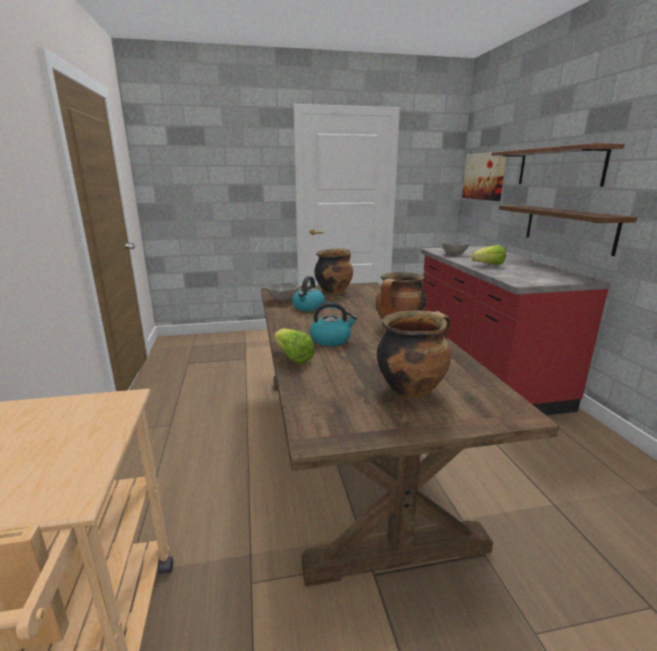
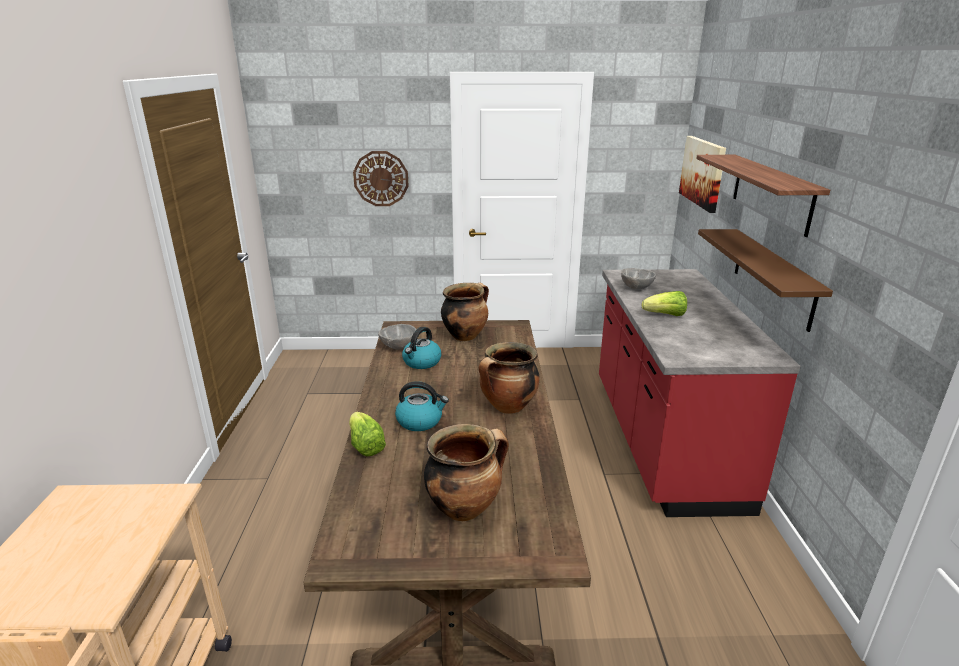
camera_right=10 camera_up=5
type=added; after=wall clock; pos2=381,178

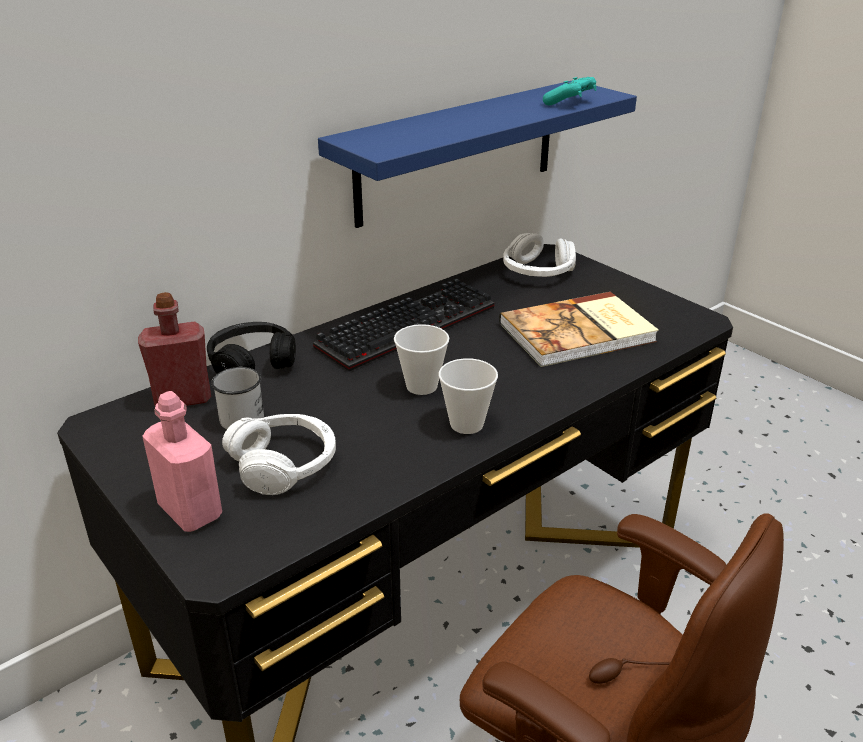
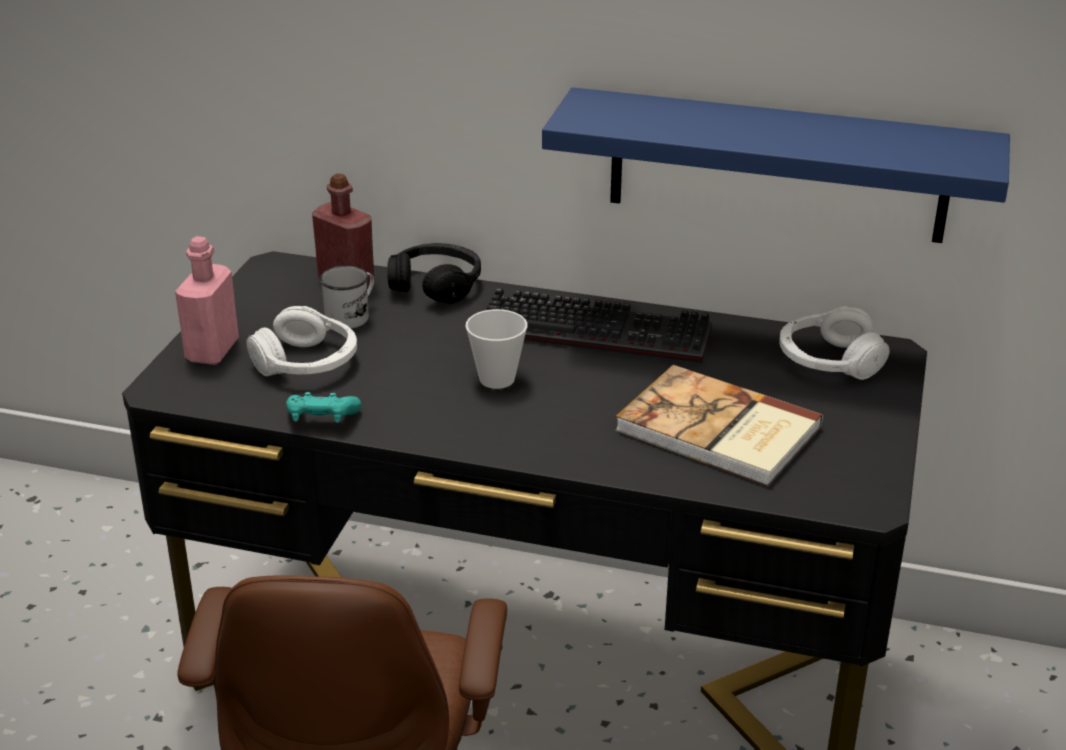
camera_right=55 camera_up=0
type=removed; before=cup; pos1=468,396
type=moved; before=game controller in turquoise; pos1=569,91; pos2=323,407

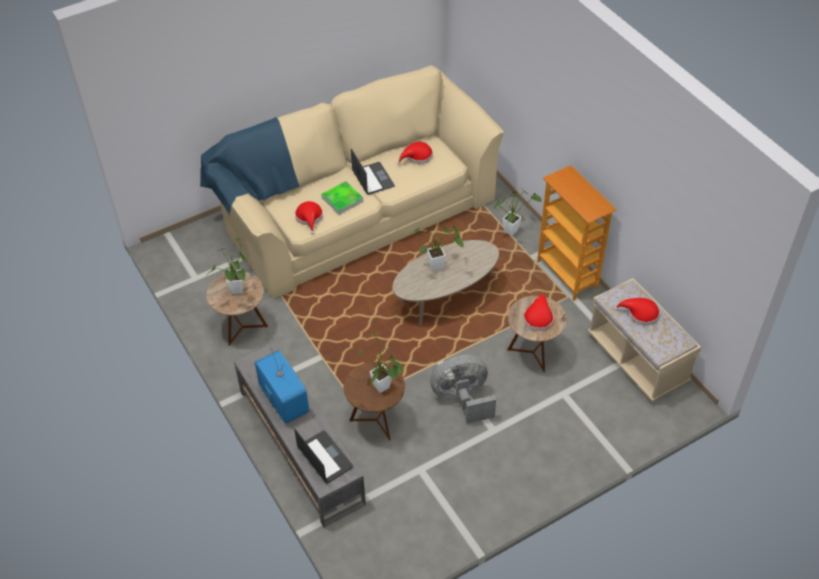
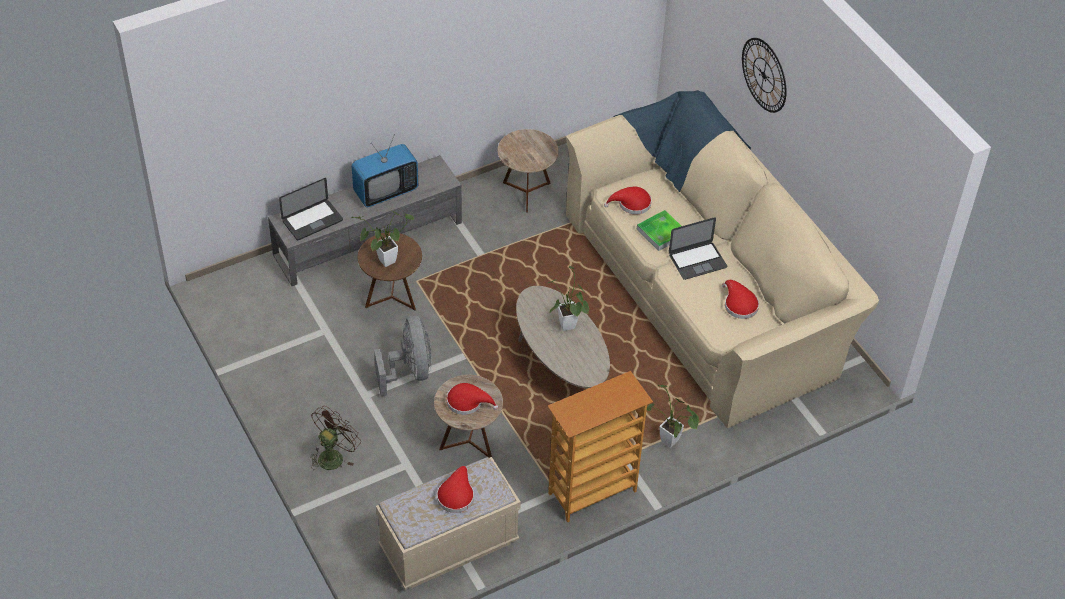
camera_right=90 camera_up=0
type=removed; before=potted plant; pos1=227,265
type=added; after=fan in brown; pos2=335,438
type=added; after=wall clock; pos2=764,75

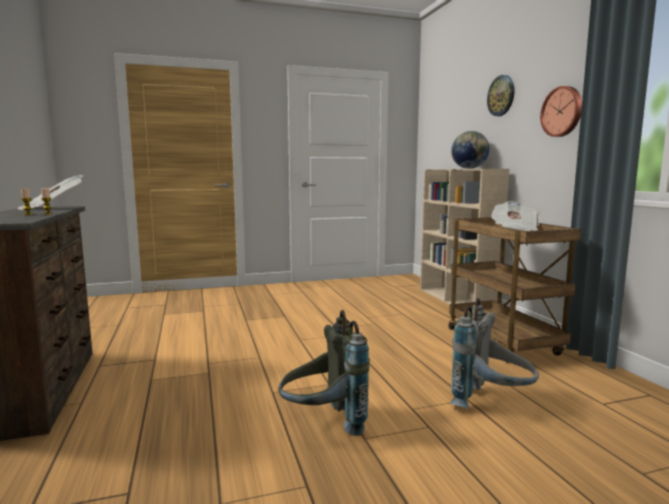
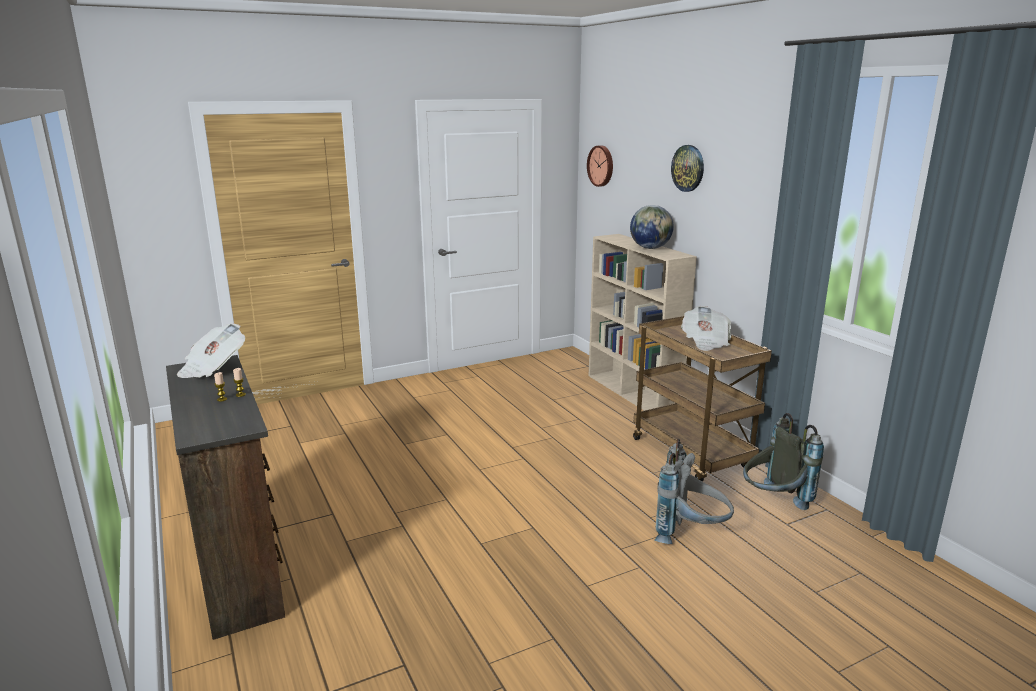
camera_right=-10 camera_up=10
type=moved; before=backpack in grey; pos1=324,373; pos2=783,461
type=moved; before=wall clock; pos1=561,111; pos2=600,166

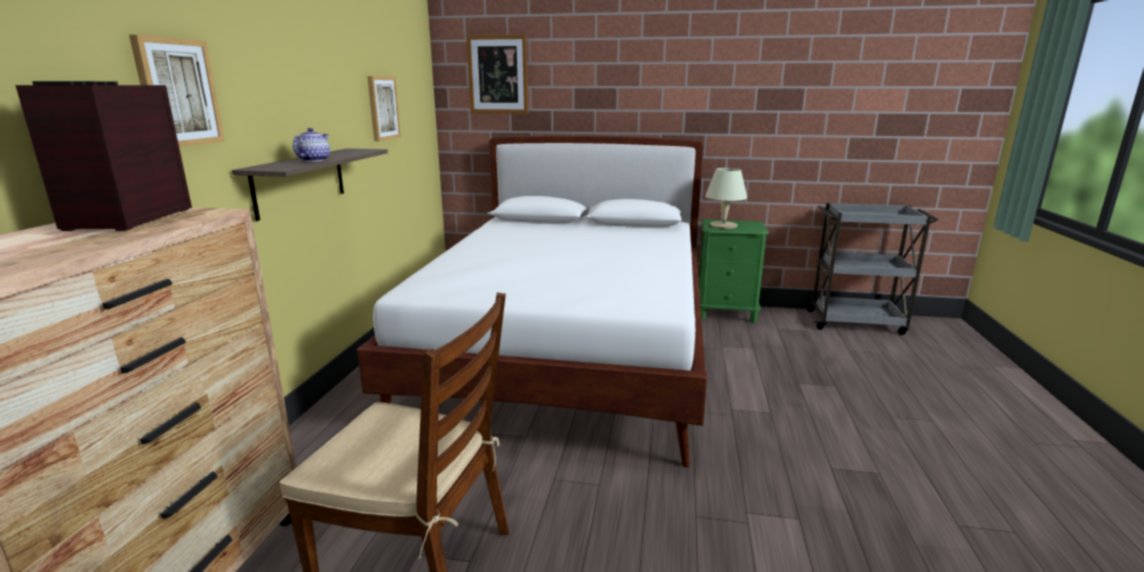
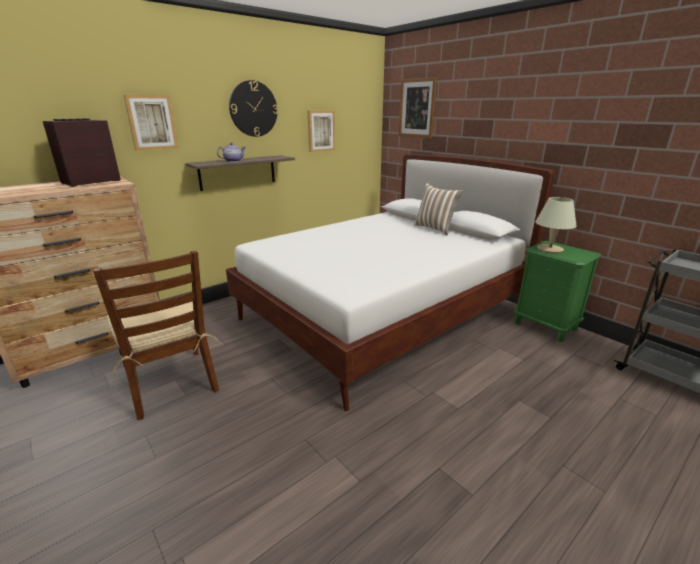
camera_right=40 camera_up=5
type=added; after=wall clock; pos2=253,108
type=added; after=pillow; pos2=438,209

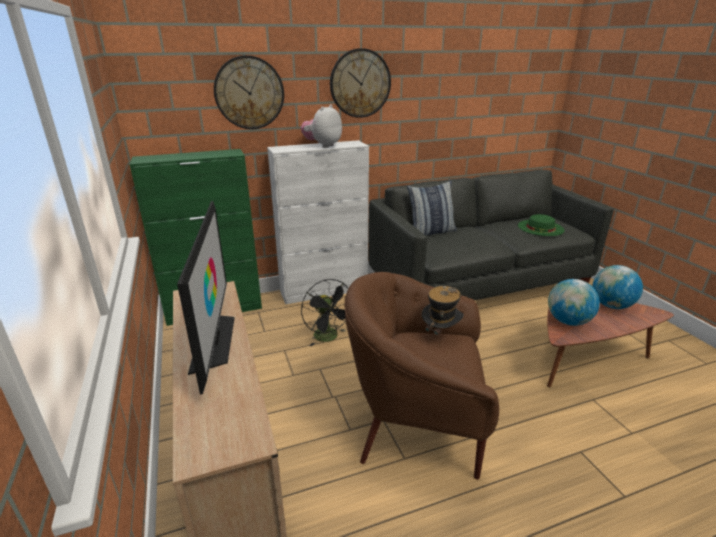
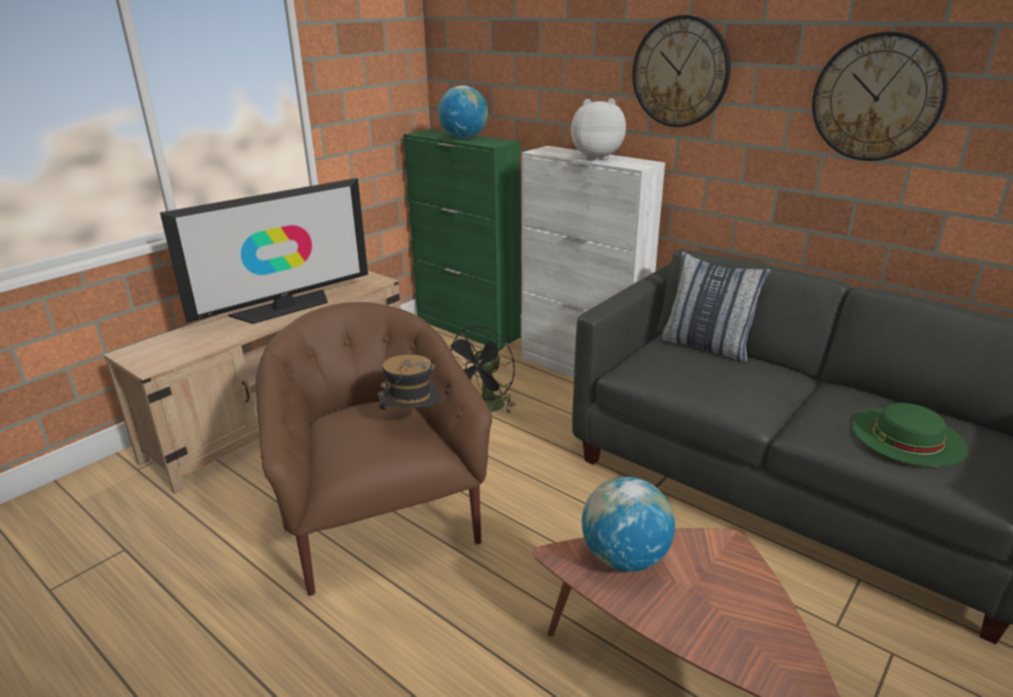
camera_right=60 camera_up=0
type=moved; before=wall clock; pos1=249,92; pos2=880,96
type=moved; before=globe; pos1=617,287; pos2=463,112

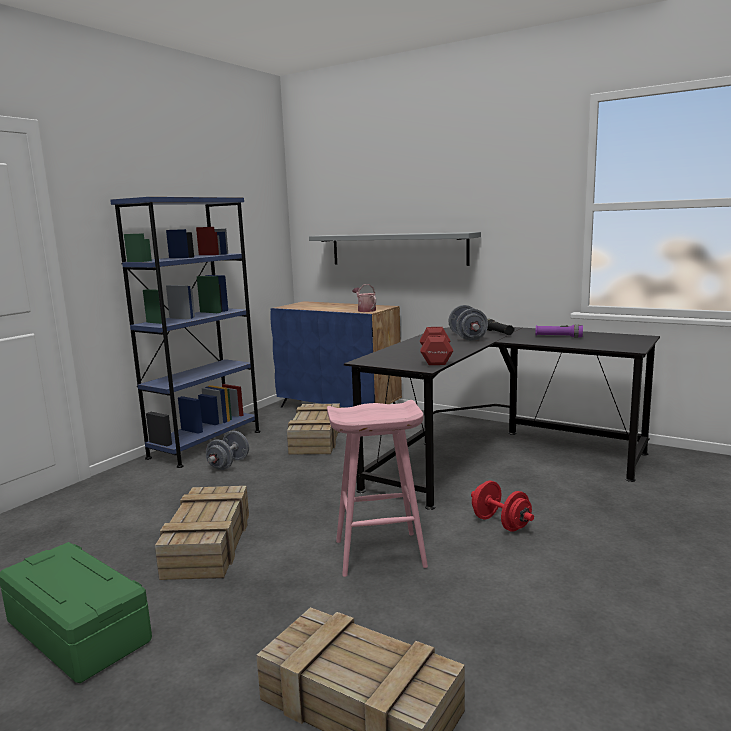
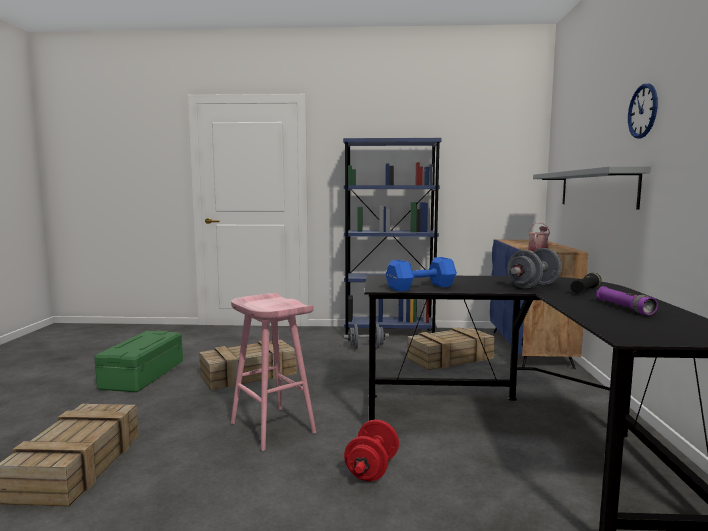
camera_right=60 camera_up=-5
type=added; after=wall clock; pos2=643,111
type=recoloured; before=dumbbell in red; after=dumbbell in blue; pos1=436,346; pos2=421,274

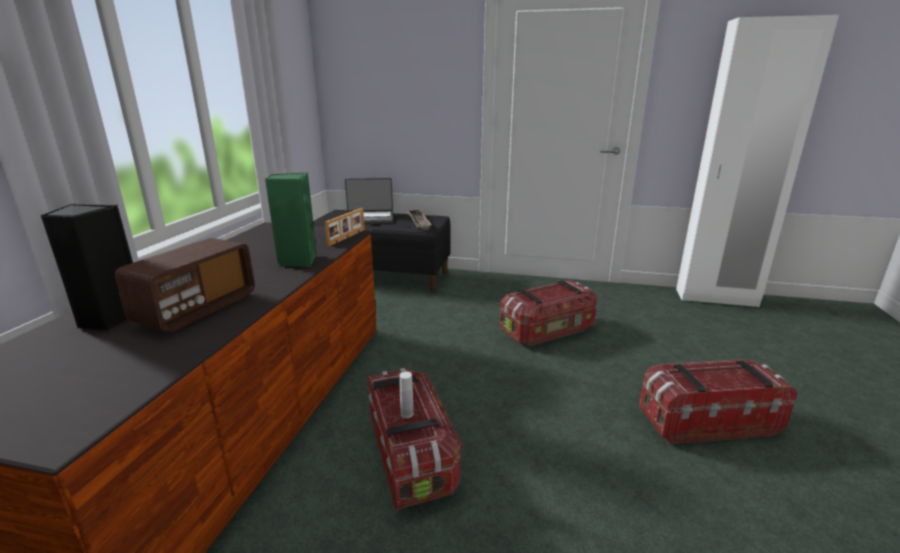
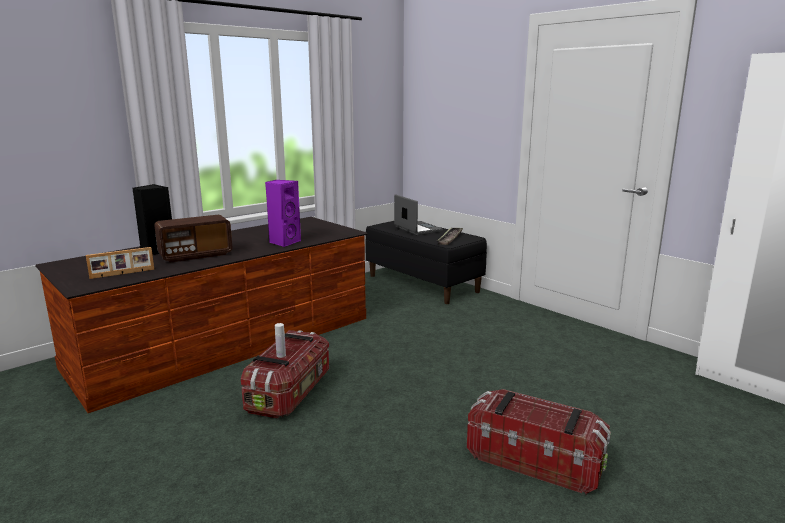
camera_right=35 camera_up=-5
type=removed; before=storage box; pos1=549,313
type=moved; before=picture frame; pos1=345,227; pos2=120,263
type=recoloured; before=speaker in green; after=speaker in purple; pos1=291,220; pos2=283,213
type=turned; before=laptop; pos1=369,201; pos2=418,215; turn=-150

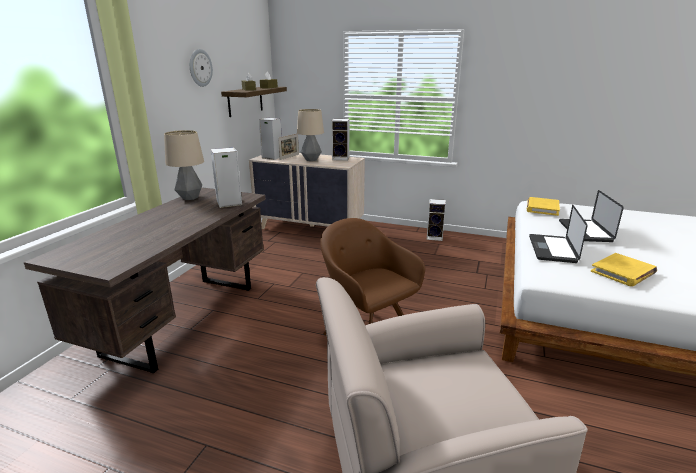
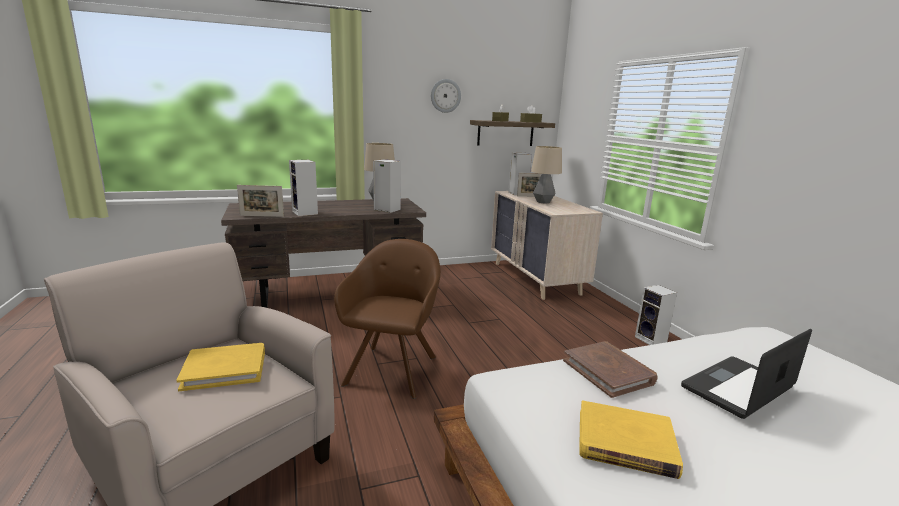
camera_right=50 camera_up=-5
type=added; after=picture frame; pos2=260,201
type=moved; before=speaker; pos1=340,140; pos2=303,188
type=moved; before=book in yellow; pos1=543,206; pos2=220,367
type=replaced; before=laptop; after=book in brown; pos1=558,234; pos2=610,369

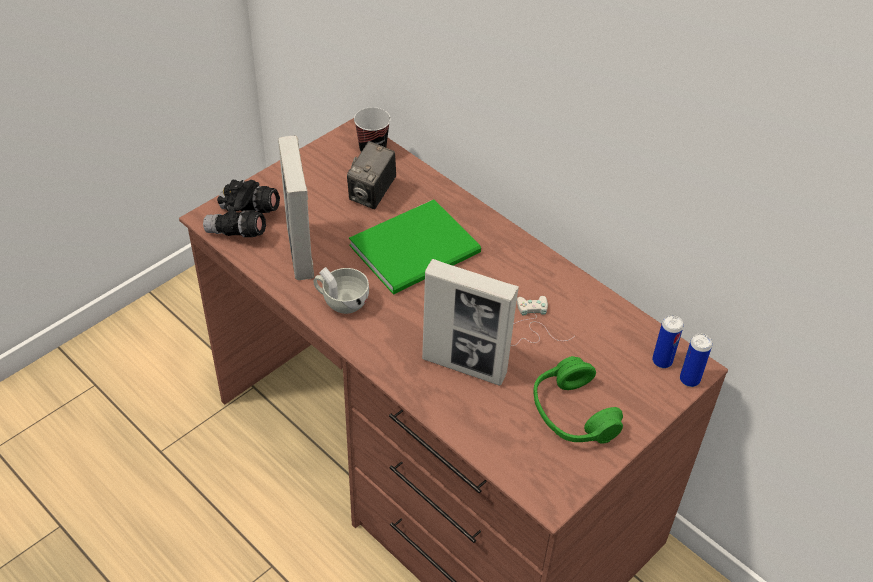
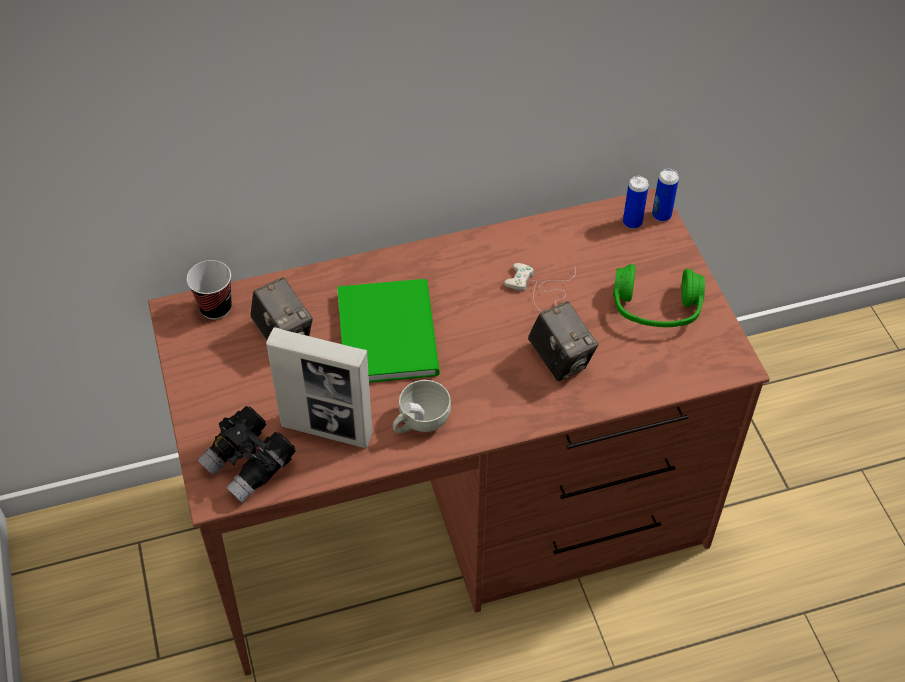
camera_right=-60 camera_up=5
type=replaced; before=picture frame; after=photo camera; pos1=470,322; pos2=563,341

